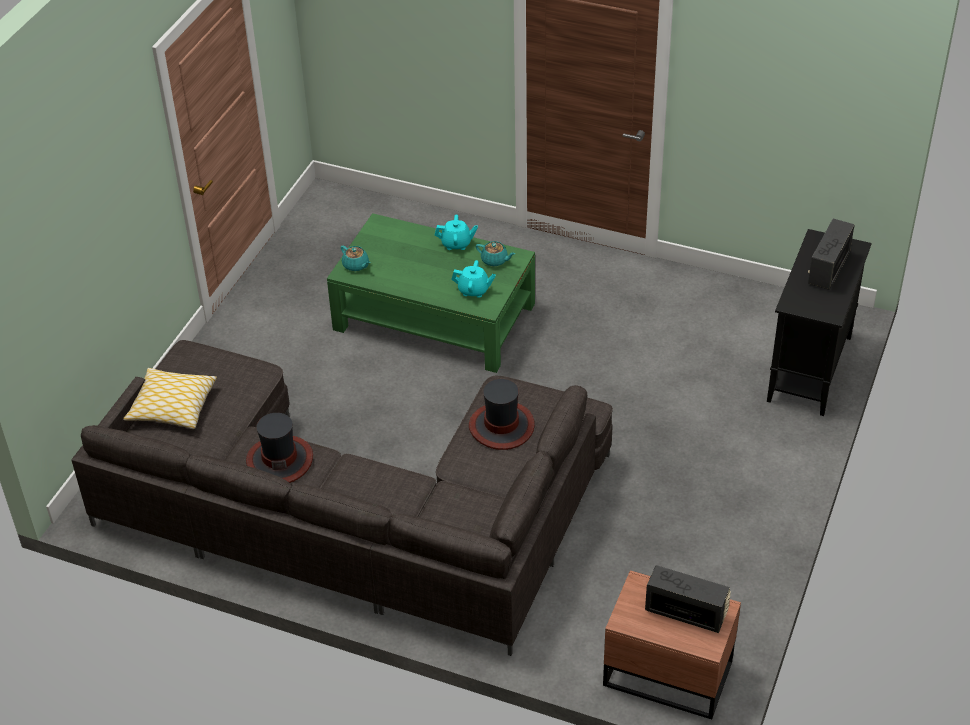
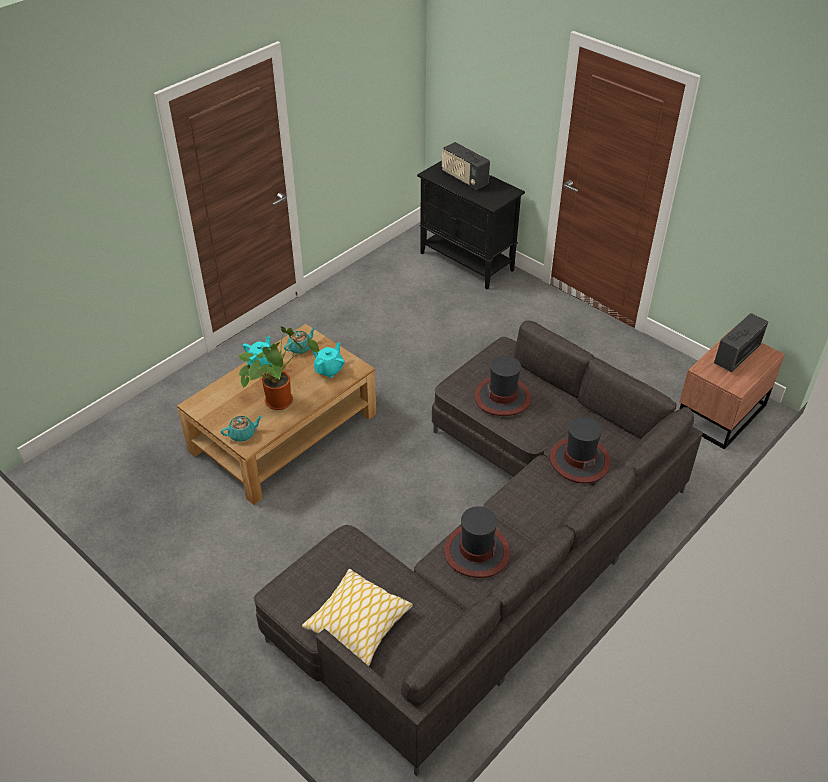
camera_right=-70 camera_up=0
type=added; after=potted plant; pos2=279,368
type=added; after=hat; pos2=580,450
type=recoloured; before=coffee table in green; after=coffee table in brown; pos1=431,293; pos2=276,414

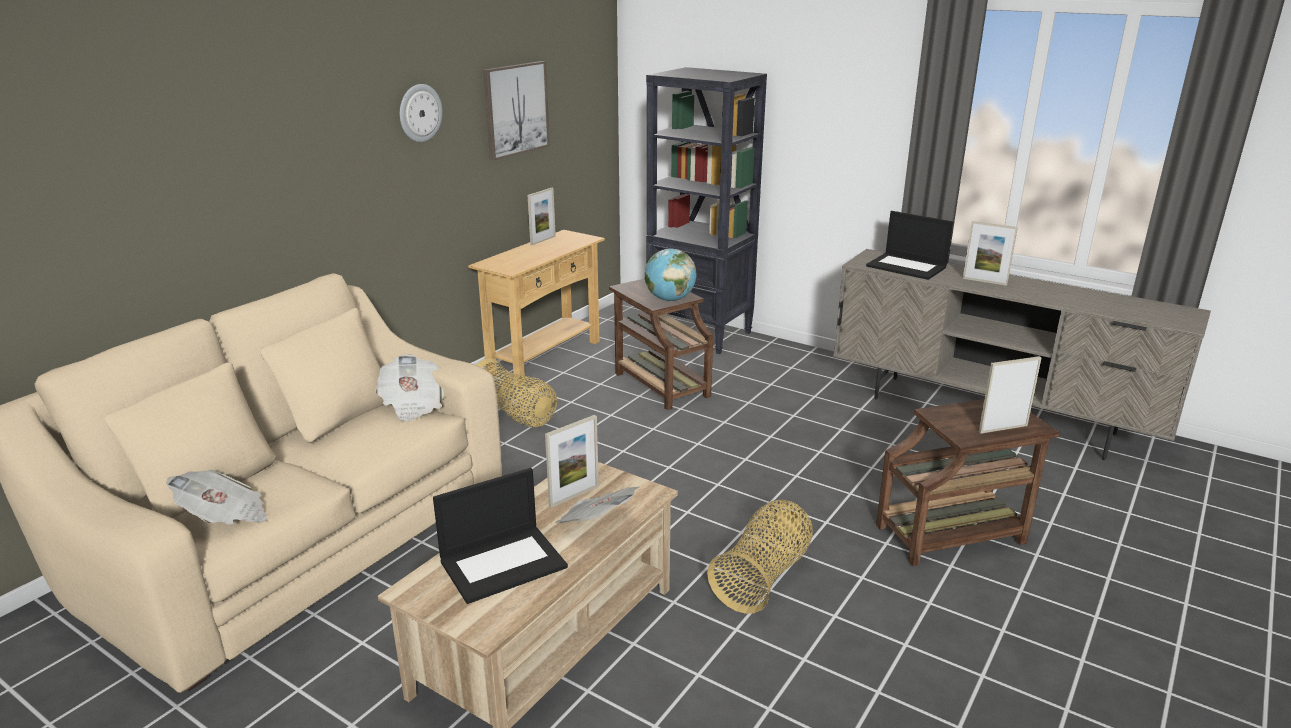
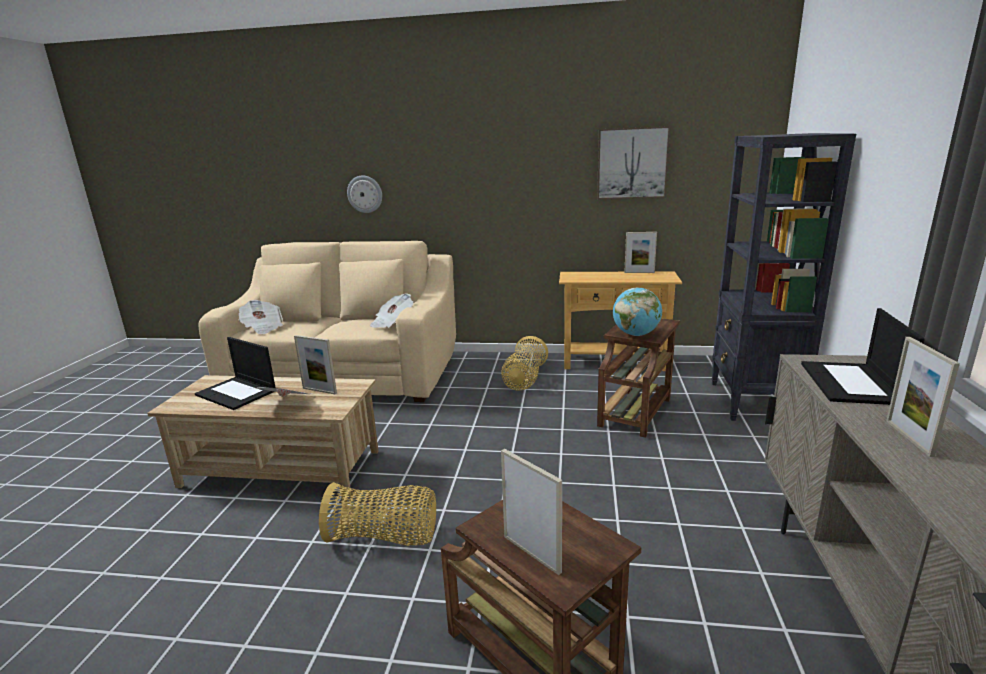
camera_right=65 camera_up=-5
type=moved; before=wall clock; pos1=421,113; pos2=364,194

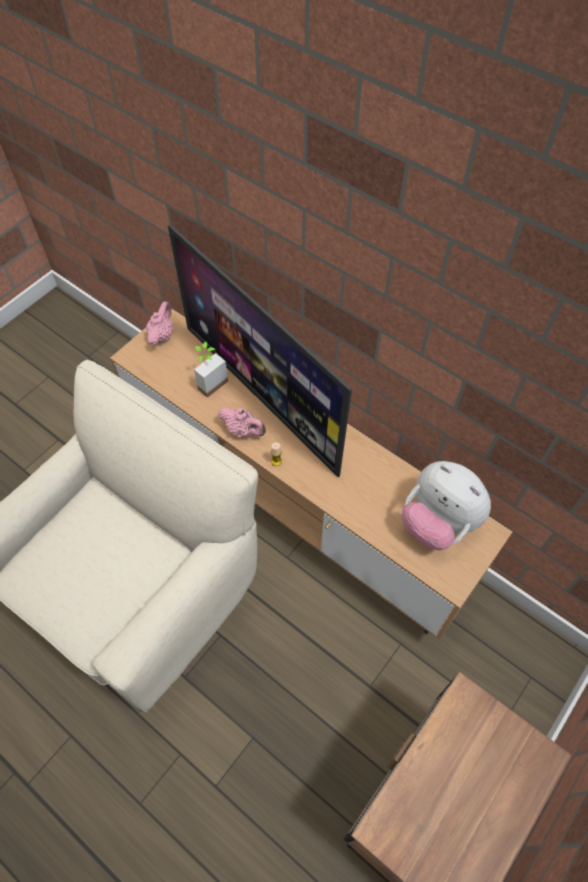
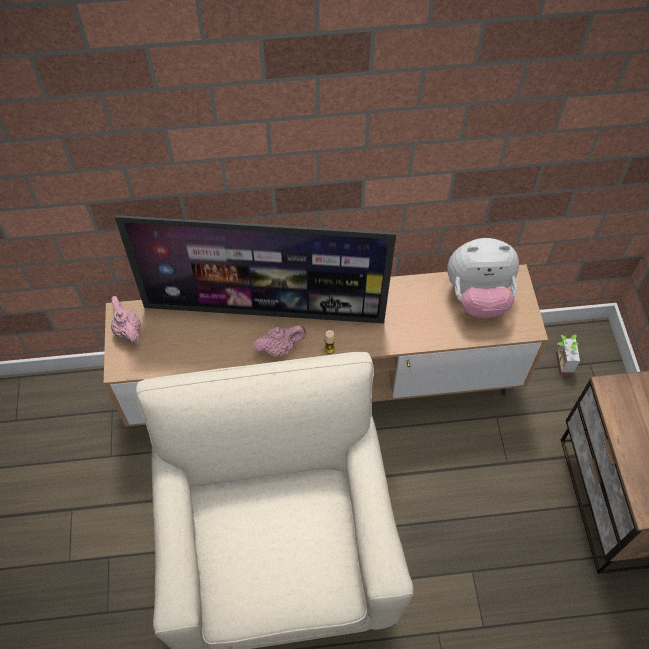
camera_right=-45 camera_up=0
type=moved; before=potted plant; pos1=211,370; pos2=568,355

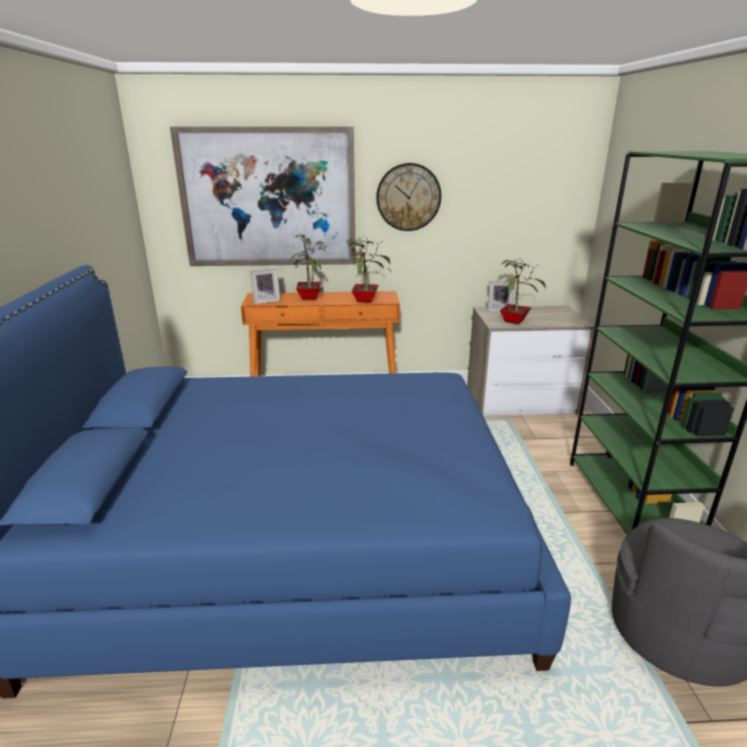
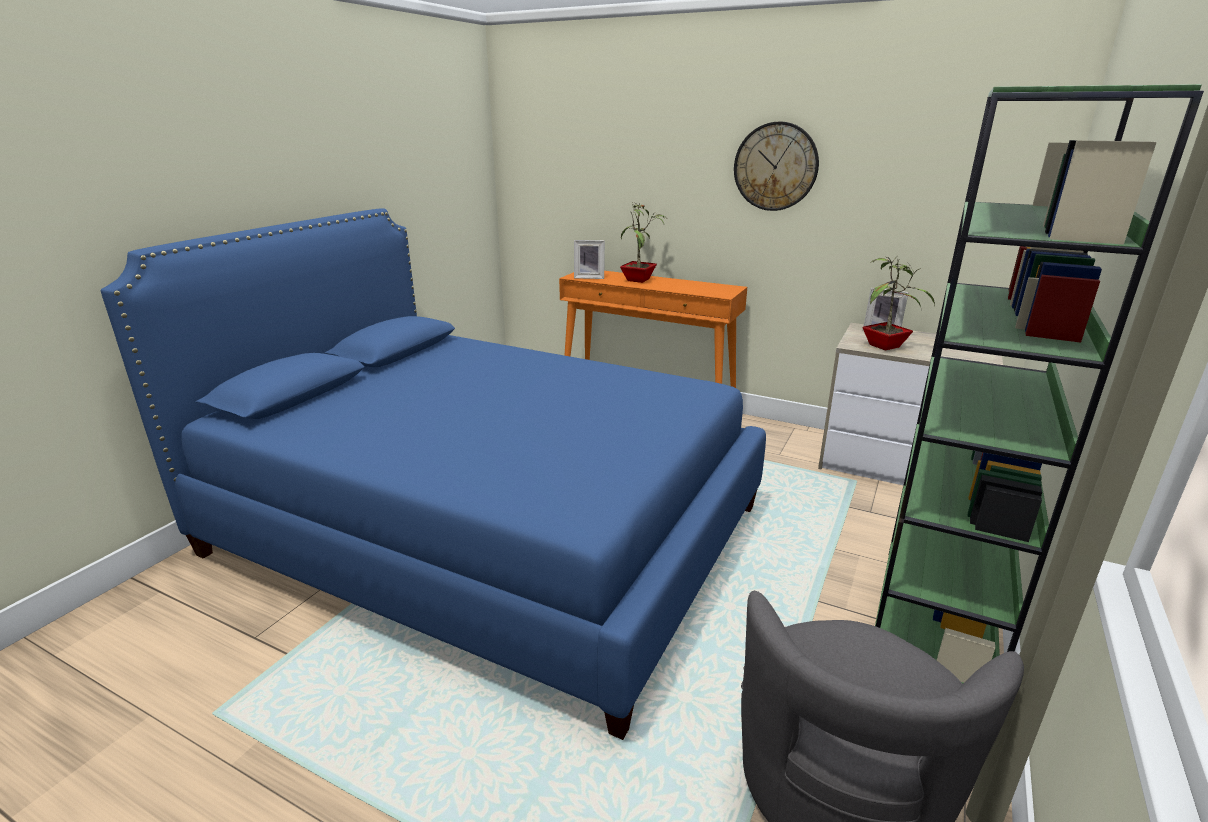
camera_right=30 camera_up=0
type=removed; before=picture; pos1=263,196
type=removed; before=potted plant; pos1=368,270

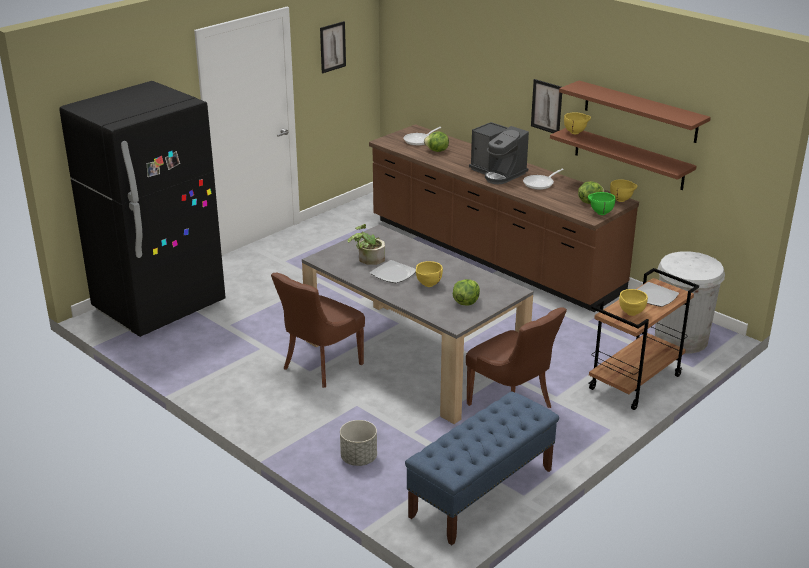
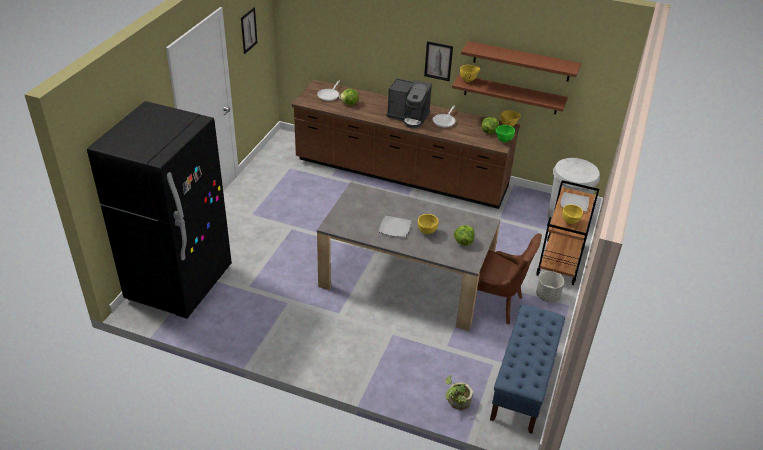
camera_right=-25 camera_up=10
type=removed; before=chair in brown; pos1=318,330
type=moved; before=planter in grey; pos1=358,443; pos2=550,286
type=moved; before=potted plant; pos1=366,244; pos2=459,392

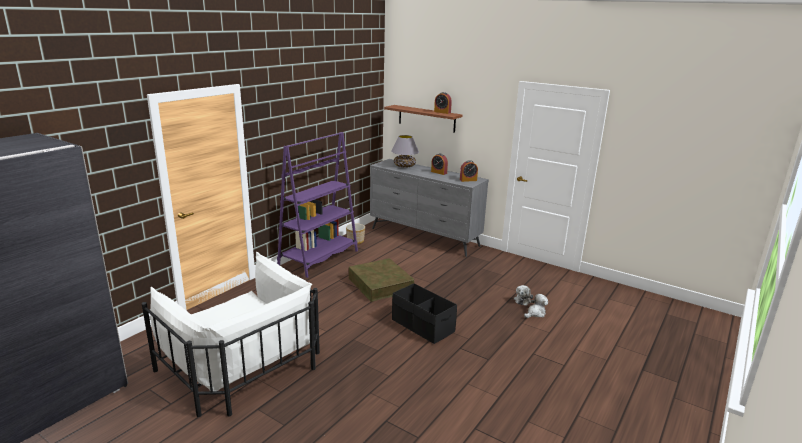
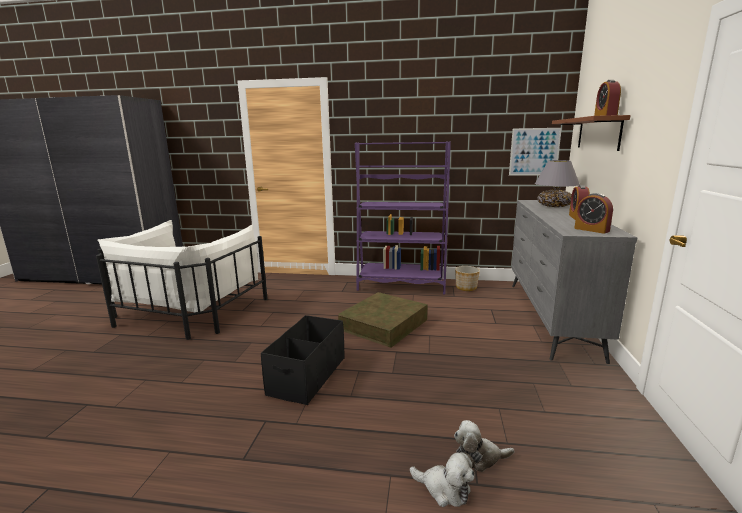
camera_right=65 camera_up=-5
type=added; after=picture; pos2=535,151

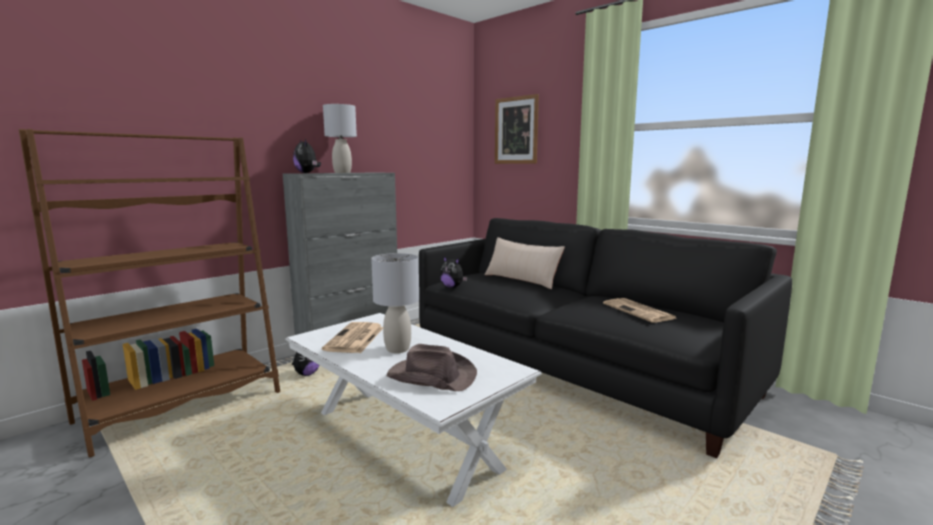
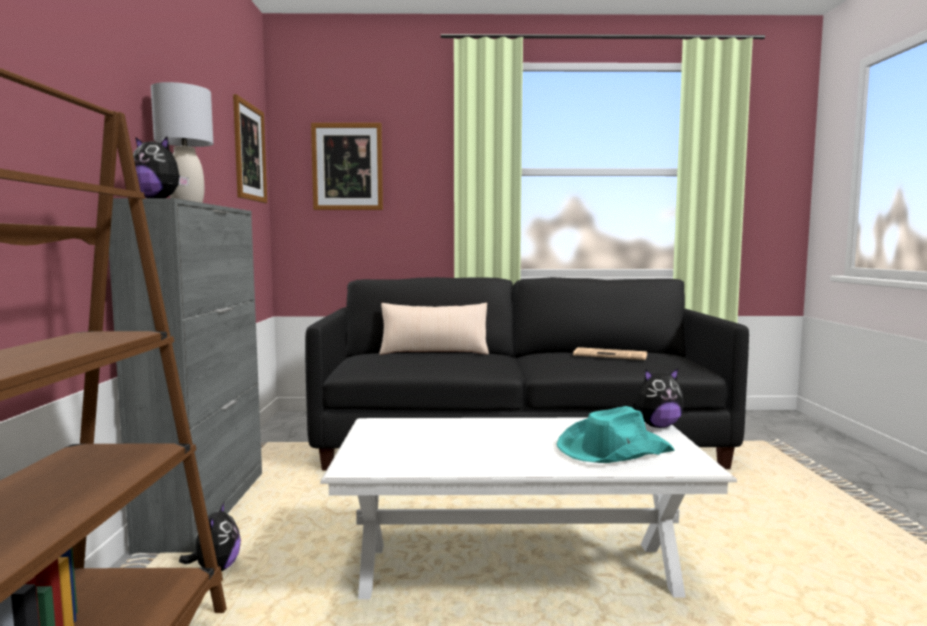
camera_right=-45 camera_up=-5
type=removed; before=newspaper; pos1=352,337
type=removed; before=table lamp in grey; pos1=395,303
type=added; after=picture; pos2=250,148
type=moved; before=plush toy; pos1=454,272; pos2=658,398
type=recoloured; before=hat in brown; after=hat in turquoise; pos1=432,367; pos2=616,434

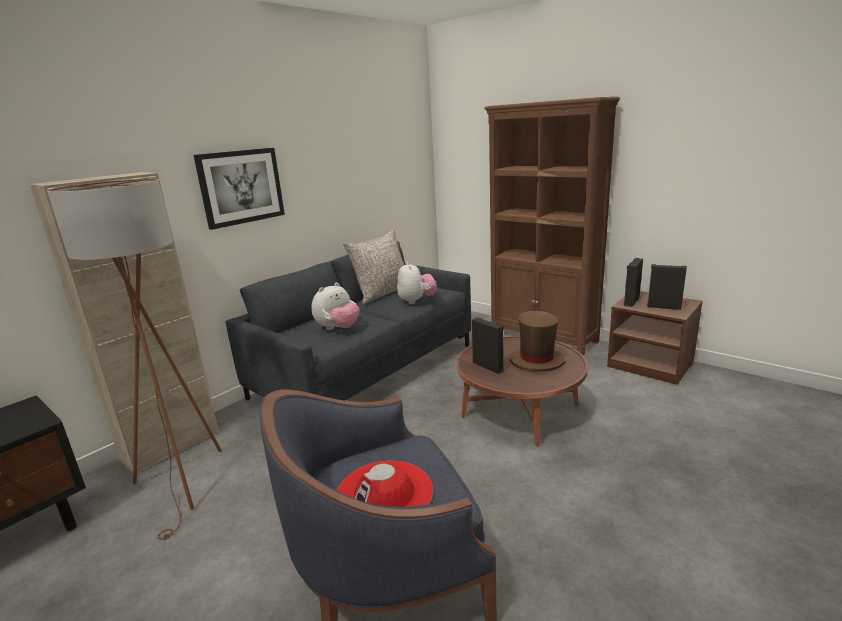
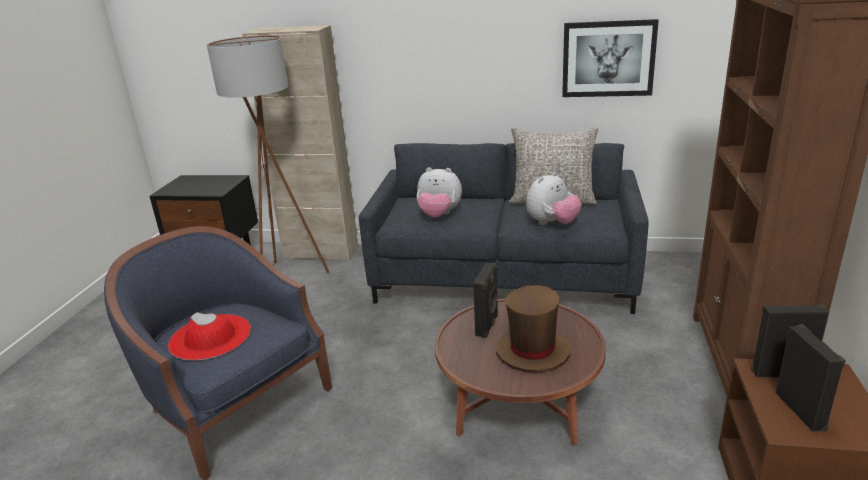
camera_right=60 camera_up=5
type=moved; before=picture; pos1=239,189; pos2=610,58

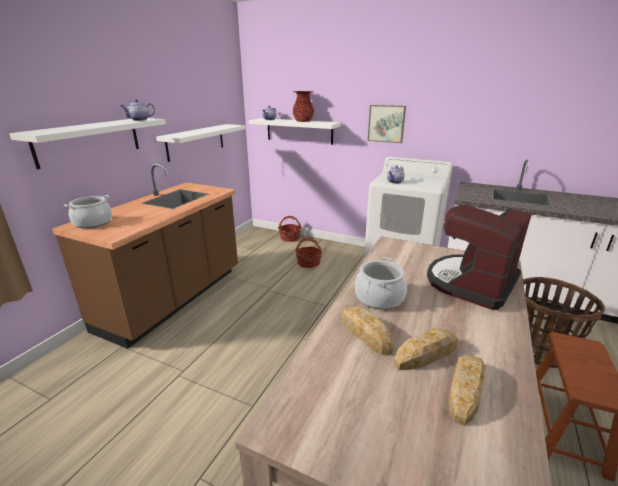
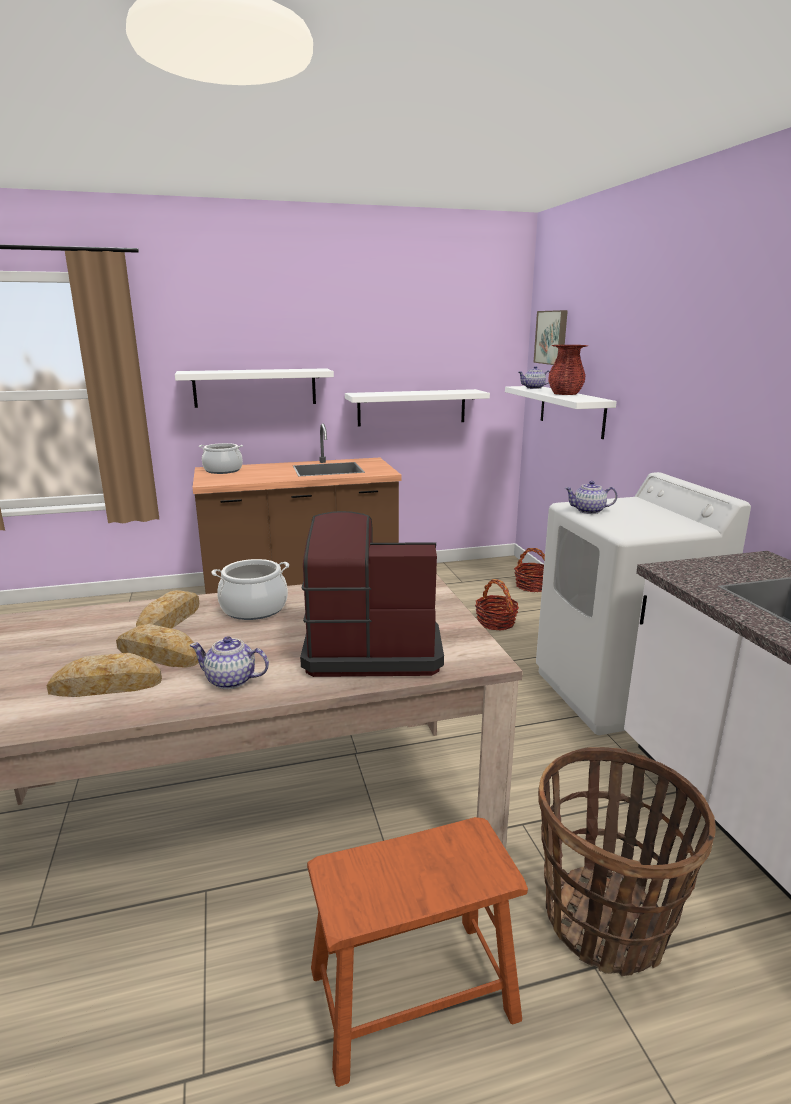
camera_right=50 camera_up=-5
type=moved; before=teapot; pos1=137,110; pos2=229,662
type=moved; before=picture; pos1=387,124; pos2=550,337

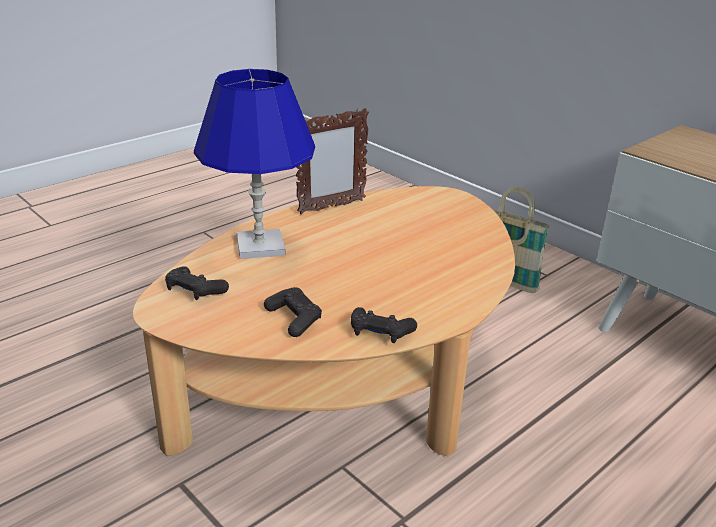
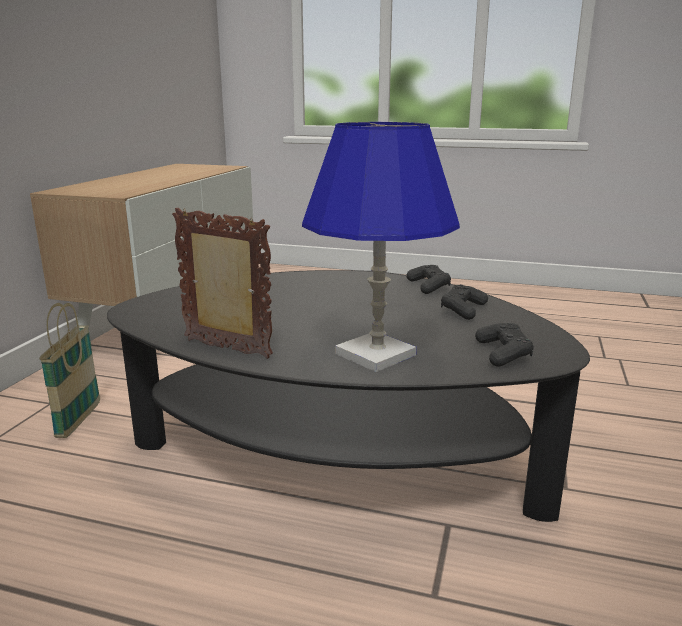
camera_right=-120 camera_up=-10
type=recoloured; before=coffee table in beige; after=coffee table in black; pos1=324,321; pos2=348,396

